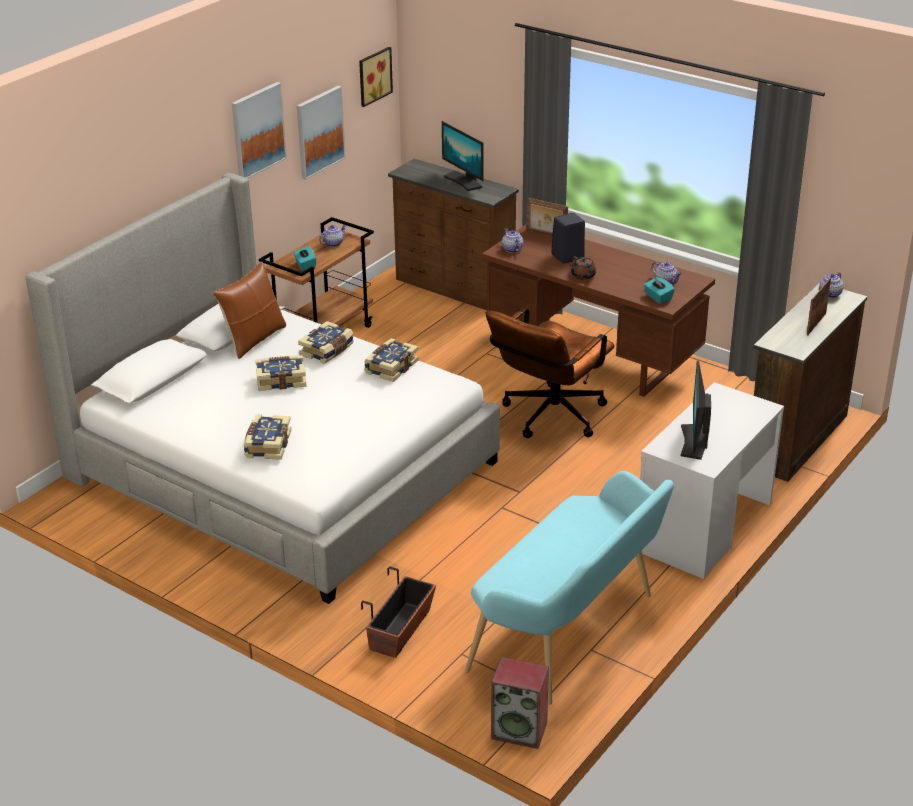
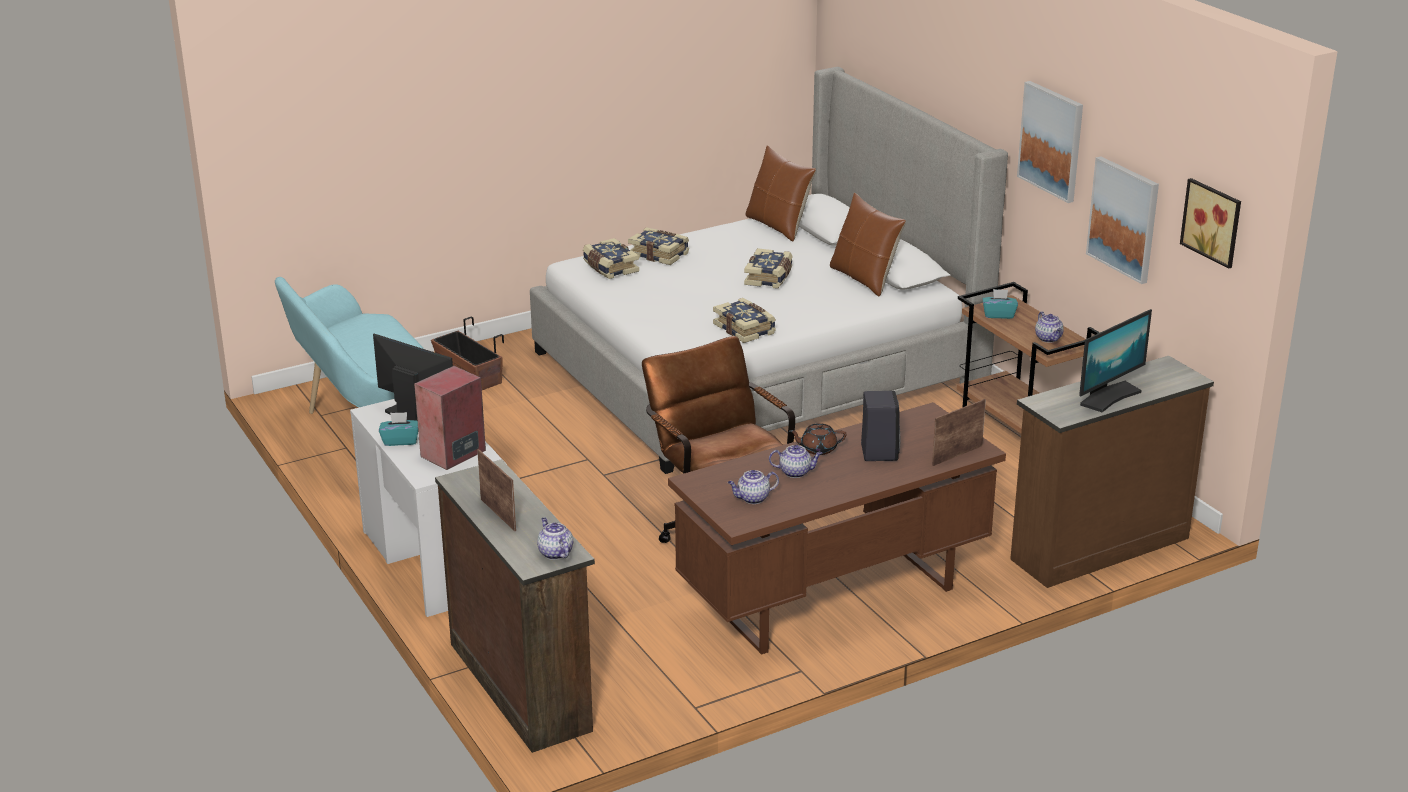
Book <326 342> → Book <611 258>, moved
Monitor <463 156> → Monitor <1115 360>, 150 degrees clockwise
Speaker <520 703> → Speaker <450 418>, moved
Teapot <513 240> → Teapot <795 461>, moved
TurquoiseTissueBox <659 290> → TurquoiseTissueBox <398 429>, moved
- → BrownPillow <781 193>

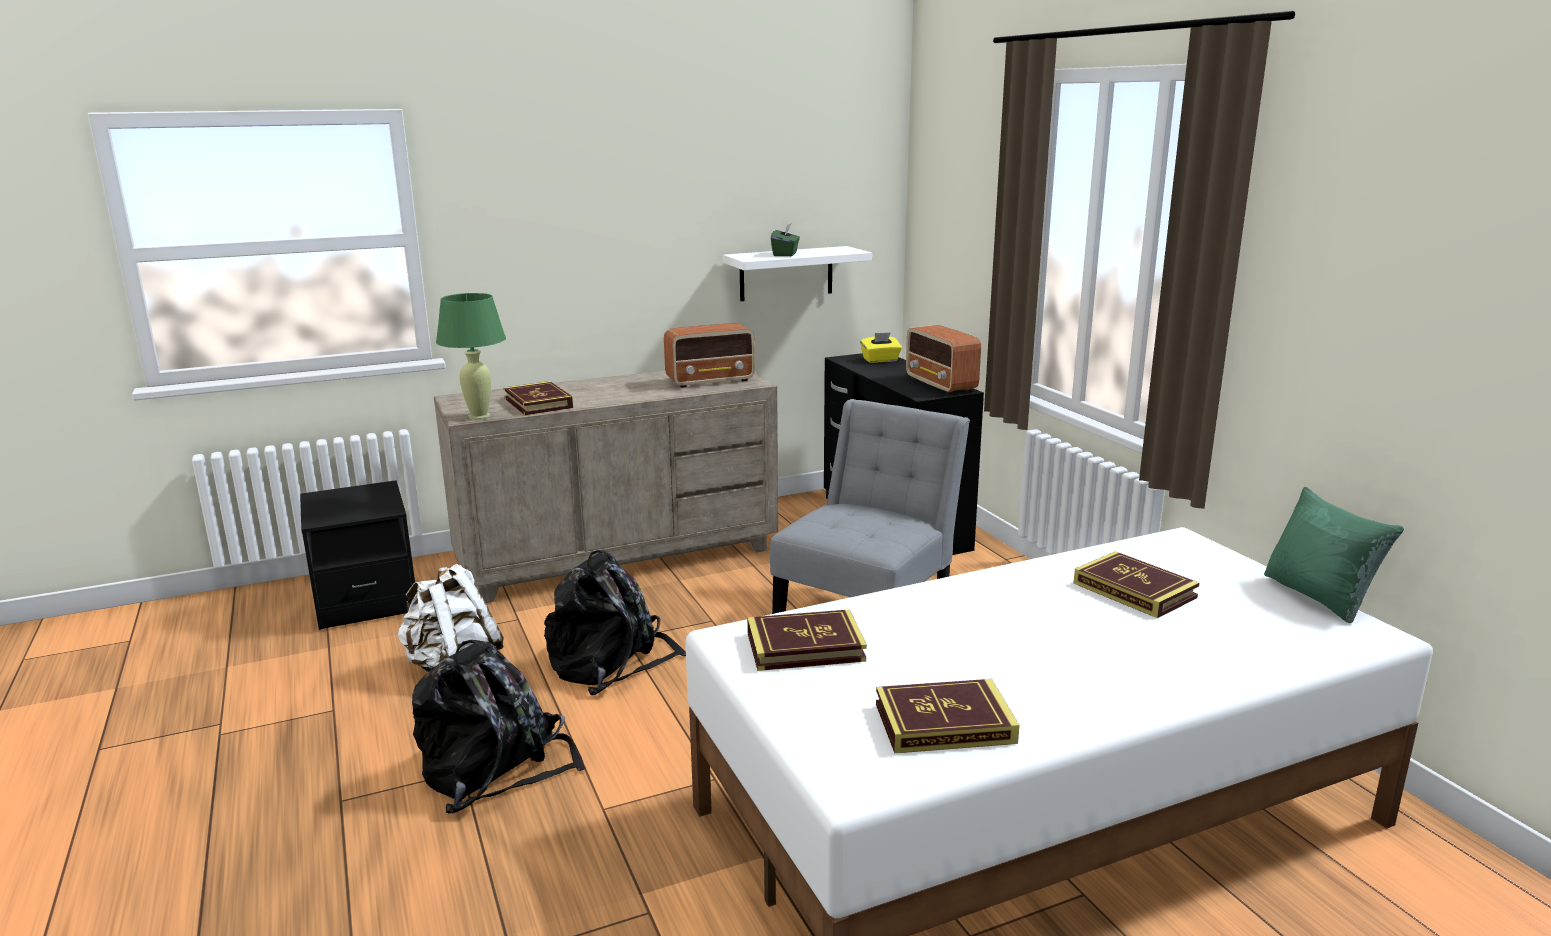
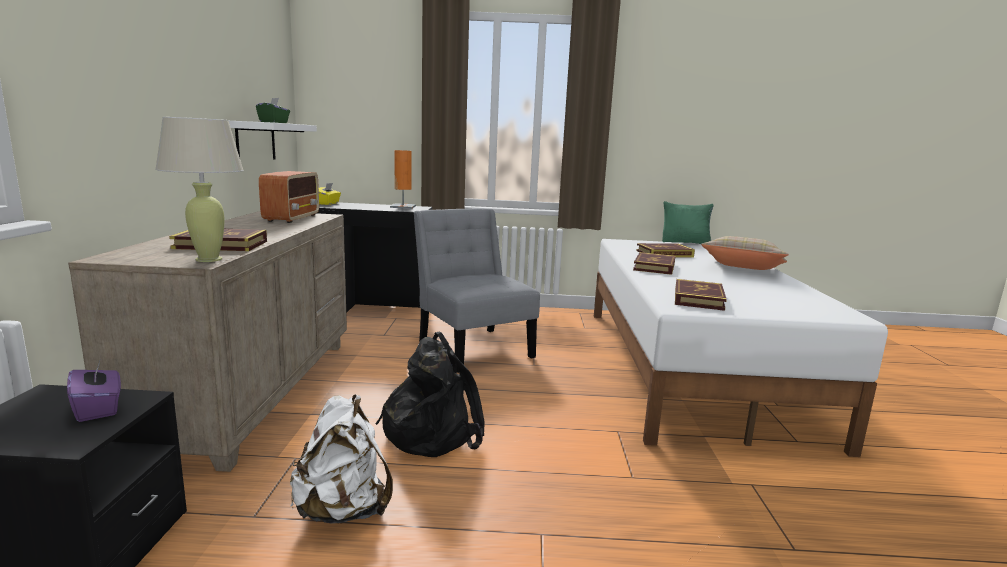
BlackBackpack <499 727> → -
GreenTableLamp <471 356> → BeigeTableLamp <199 189>
Book <947 716> → Book <654 263>, moved
Radio <943 359> → OrangeTableLamp <403 179>
- → PurpleTissueBox <94 390>
- → BeigePillow <745 253>

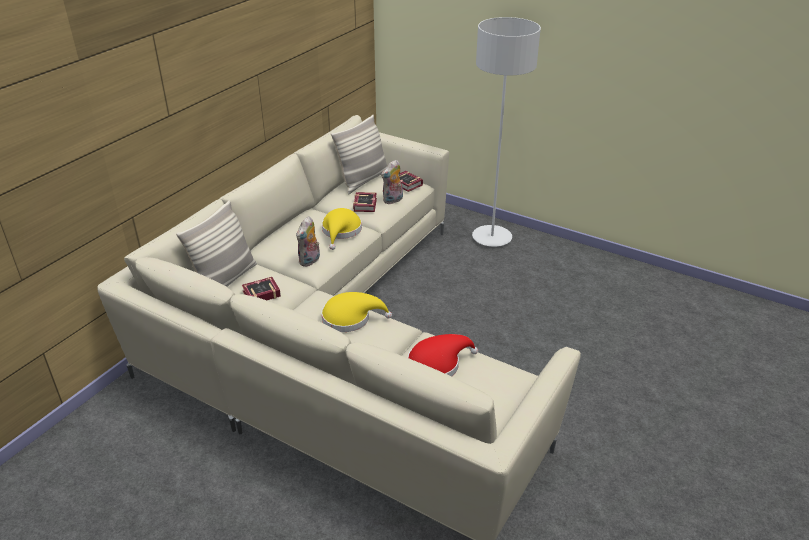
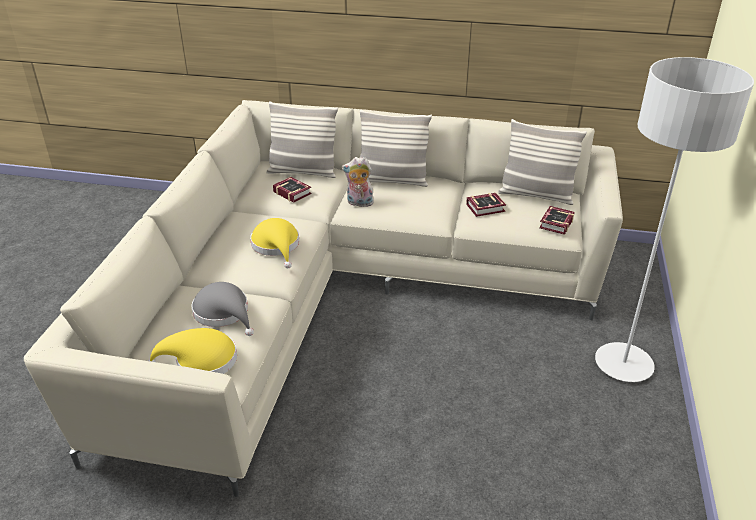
YellowHat <342 229> → YellowHat <192 351>, moved
PlushToy <392 181> → -
RedHat <443 355> → GreyHat <222 309>
- → Pillow <396 148>

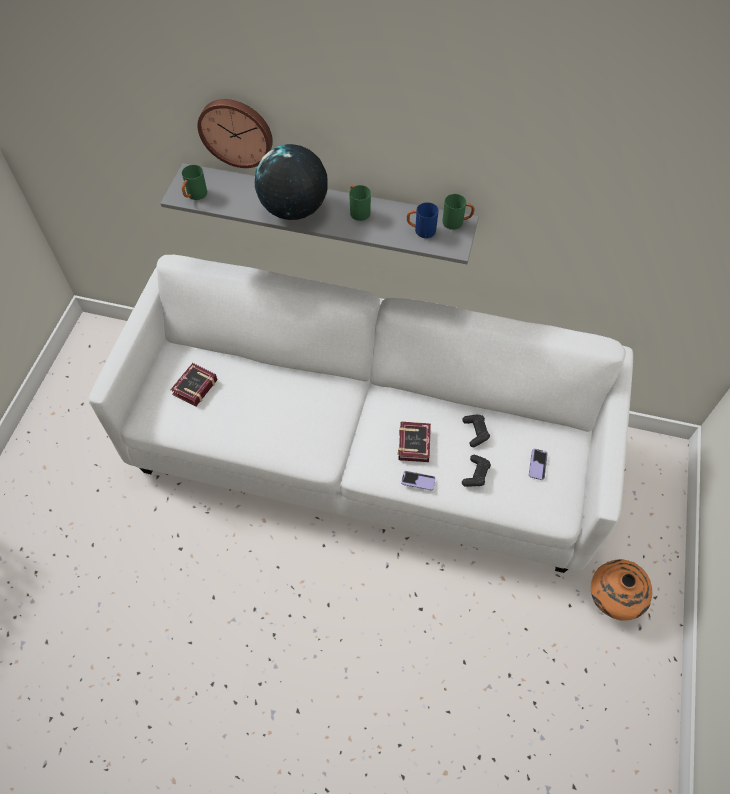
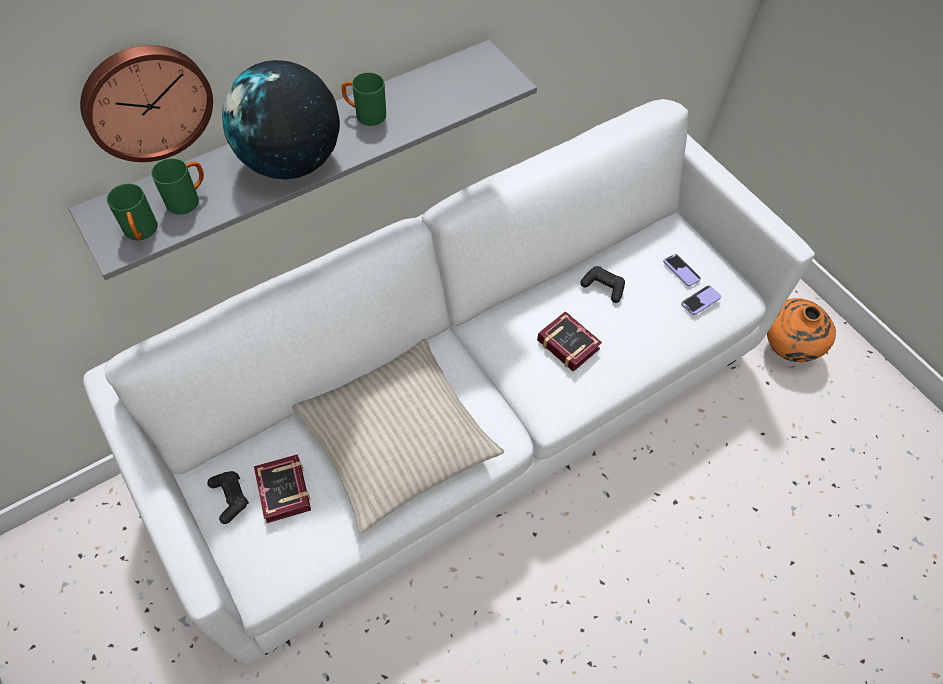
Phone <418 480> → Phone <701 300>, moved
BlueMug <423 220> → -
GreenMug <458 212> → GreenMug <177 186>, moved
BlackGameController <476 471> → BlackGameController <228 497>, moved
- → BeigePillow <398 436>

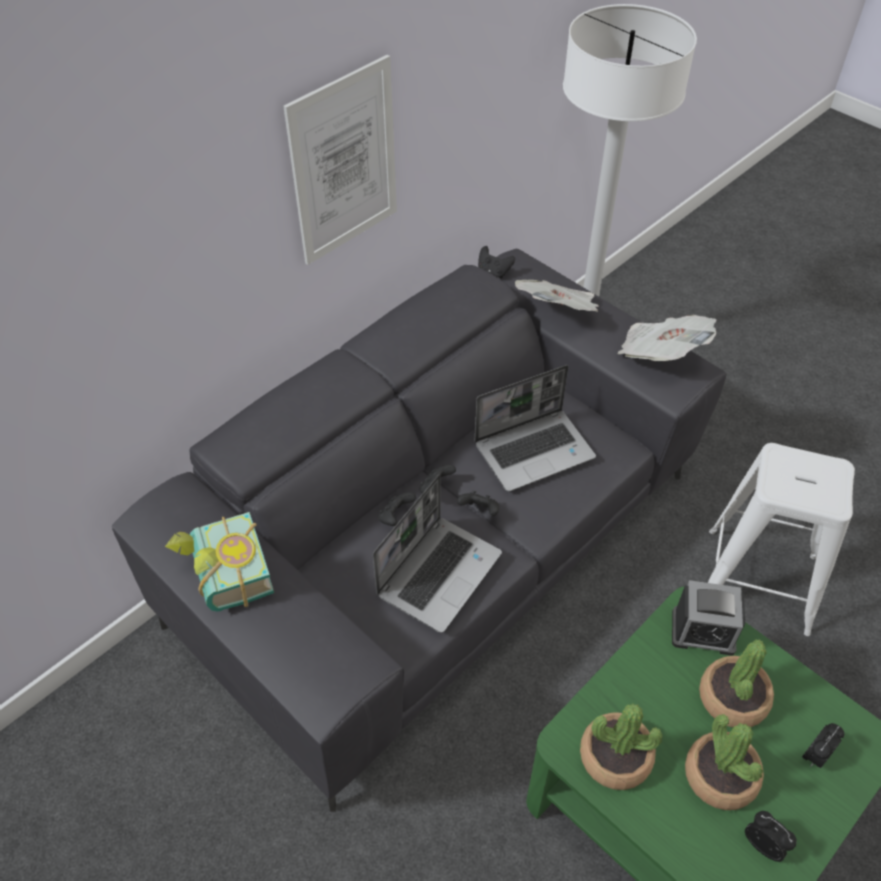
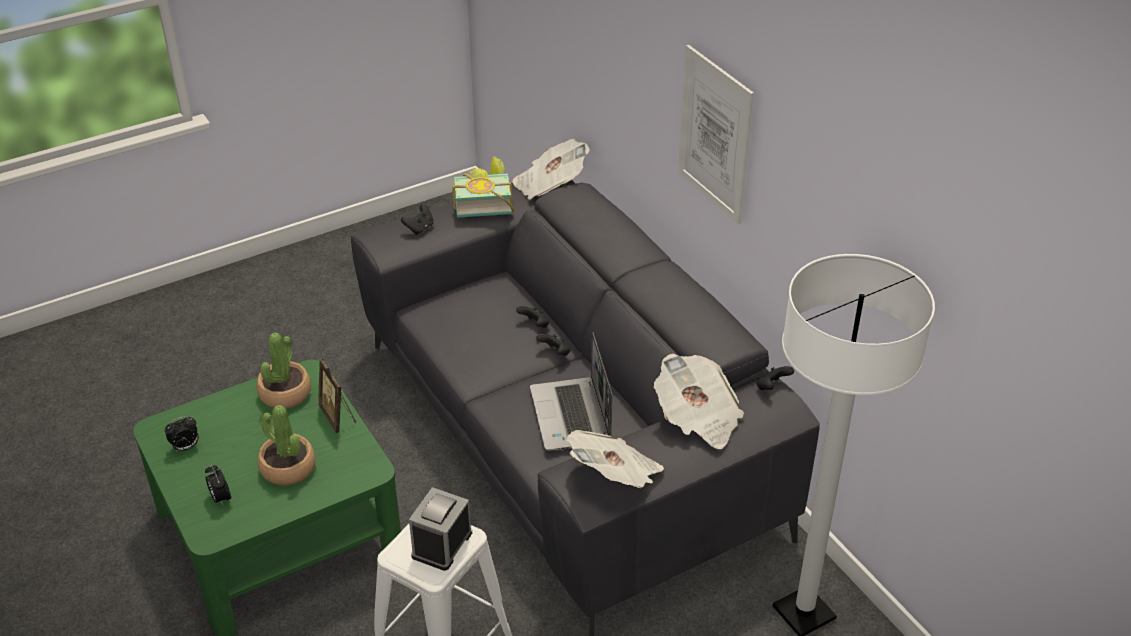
Laptop <437 554> → -
BlackGameController <478 503> → BlackGameController <417 219>, moved
AlarmClock <708 618> → AlarmClock <440 529>, moved
PottedPlant <724 762> → -
- → PictureFrame <337 395>
- → Newspaper <551 169>

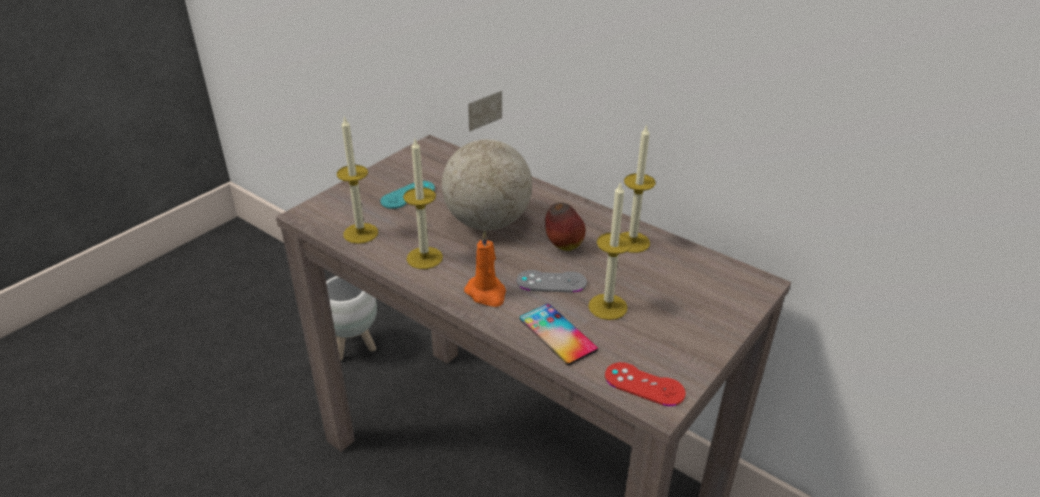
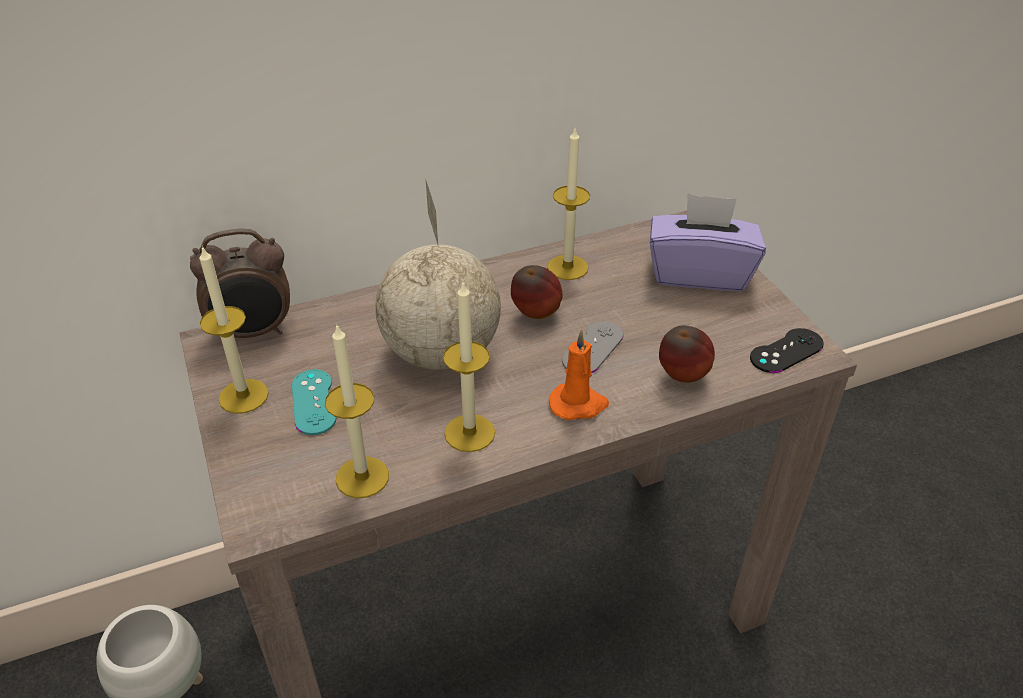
Phone <559 334> → Apple <687 354>
Candle <610 250> → Candle <234 330>, moved
RedGameController <645 384> → BlackGameController <787 350>
- → AlarmClock <240 283>
- → PurpleTissueBox <708 242>

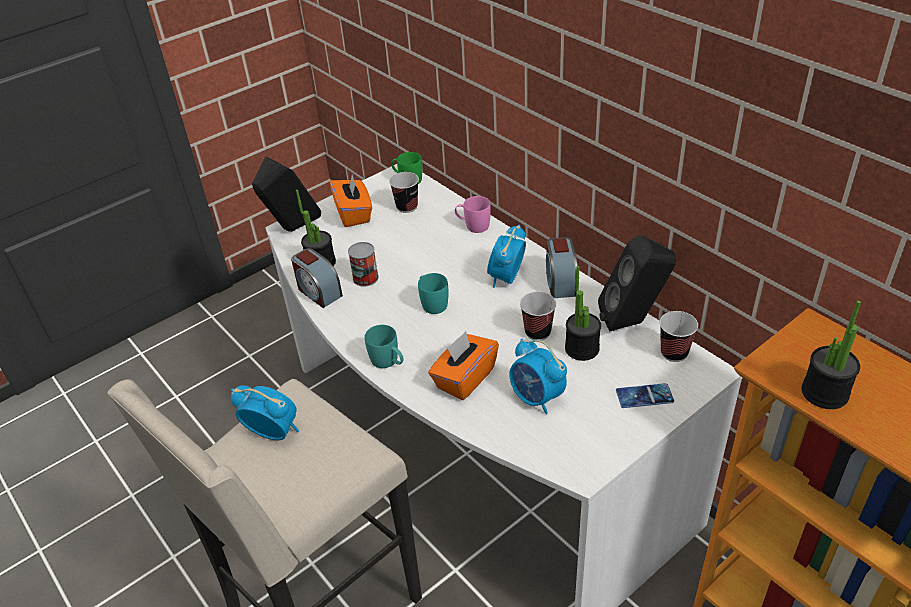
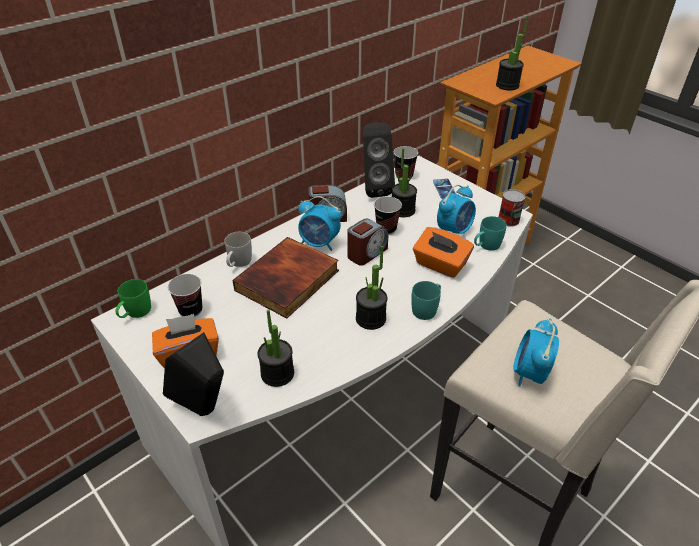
AlarmClock <317 278> → AlarmClock <367 242>, moved
Can <363 264> → Can <512 208>, moved
TurquoiseMug <433 293> → TurquoiseMug <490 233>, moved
PinkMug <473 214> → WhiteMug <238 249>
- → Book <285 278>
- → PottedPlant <371 288>

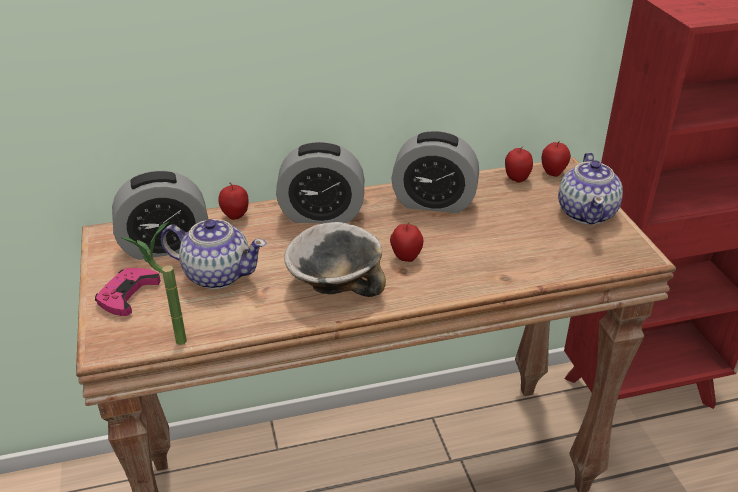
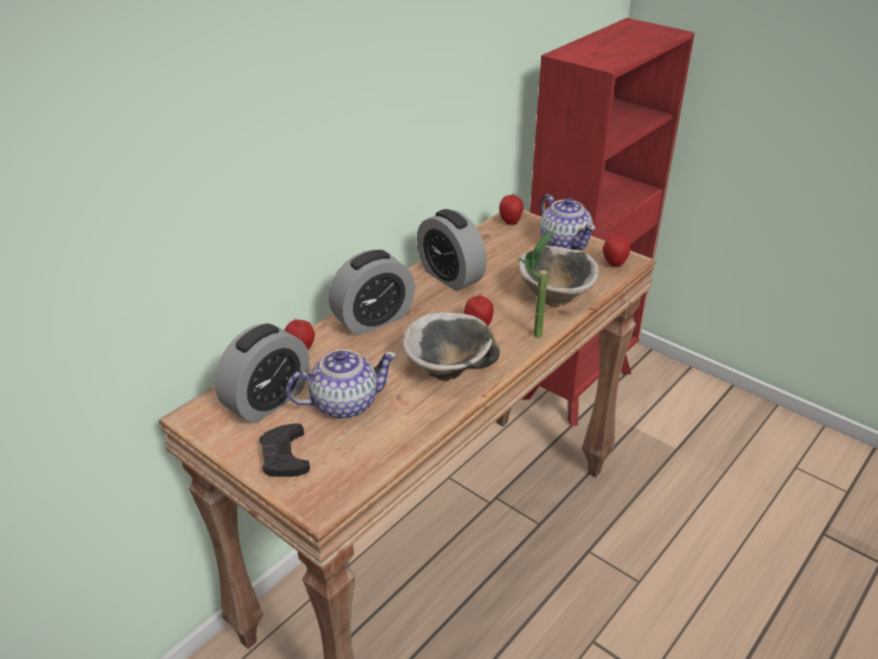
PinkGameController <127 292> → BlackGameController <285 450>
PottedPlant <154 283> → PottedPlant <536 284>, moved
AlarmClock <435 172> → AlarmClock <451 250>, 75 degrees clockwise
Apple <519 164> → Apple <616 250>, moved
- → Bowl <559 276>

